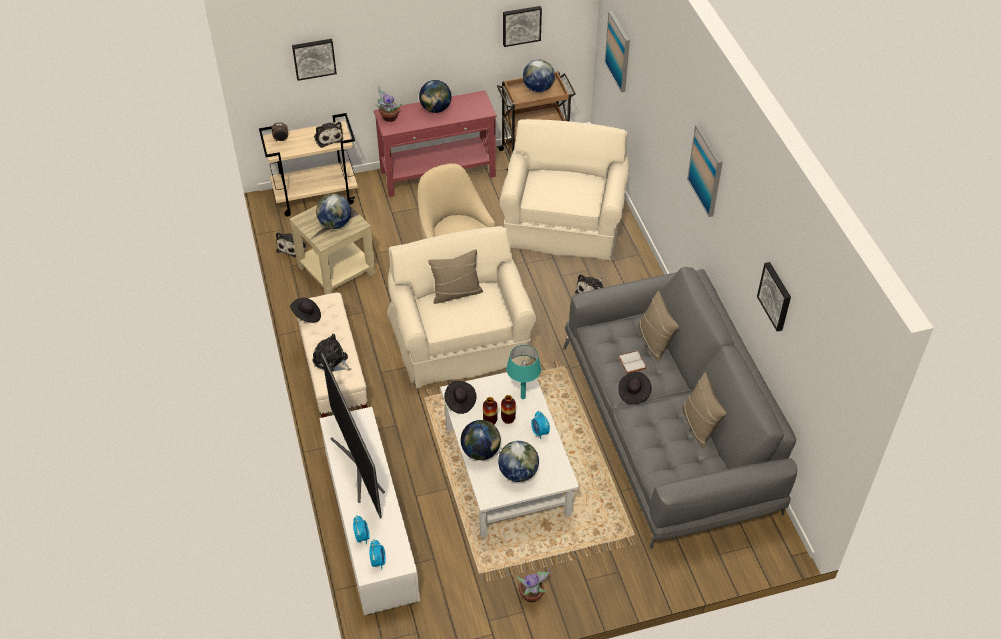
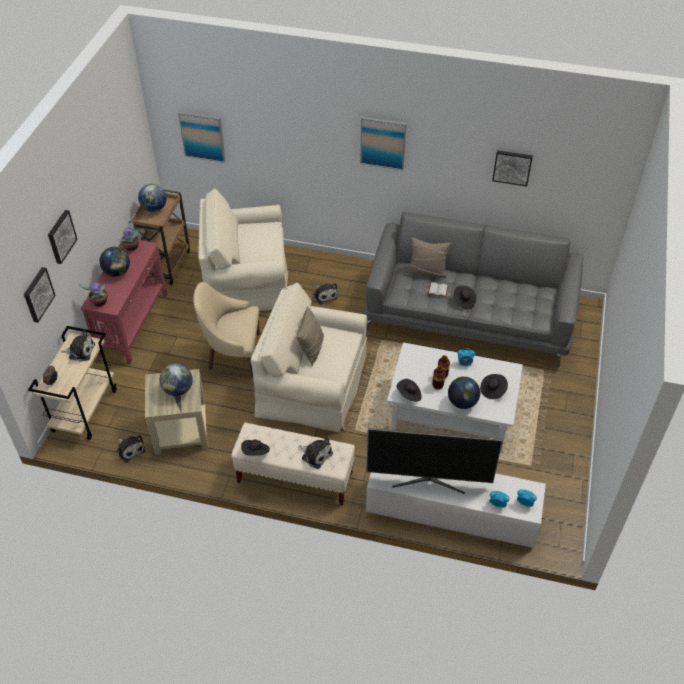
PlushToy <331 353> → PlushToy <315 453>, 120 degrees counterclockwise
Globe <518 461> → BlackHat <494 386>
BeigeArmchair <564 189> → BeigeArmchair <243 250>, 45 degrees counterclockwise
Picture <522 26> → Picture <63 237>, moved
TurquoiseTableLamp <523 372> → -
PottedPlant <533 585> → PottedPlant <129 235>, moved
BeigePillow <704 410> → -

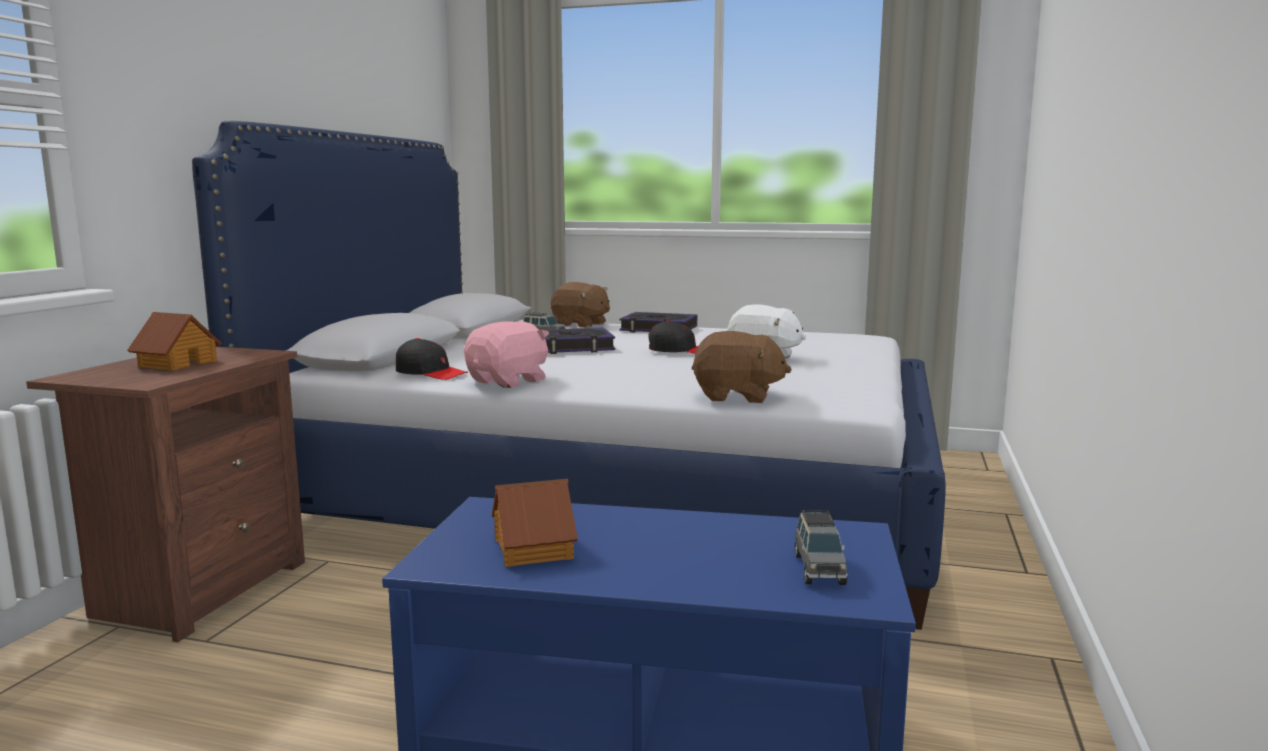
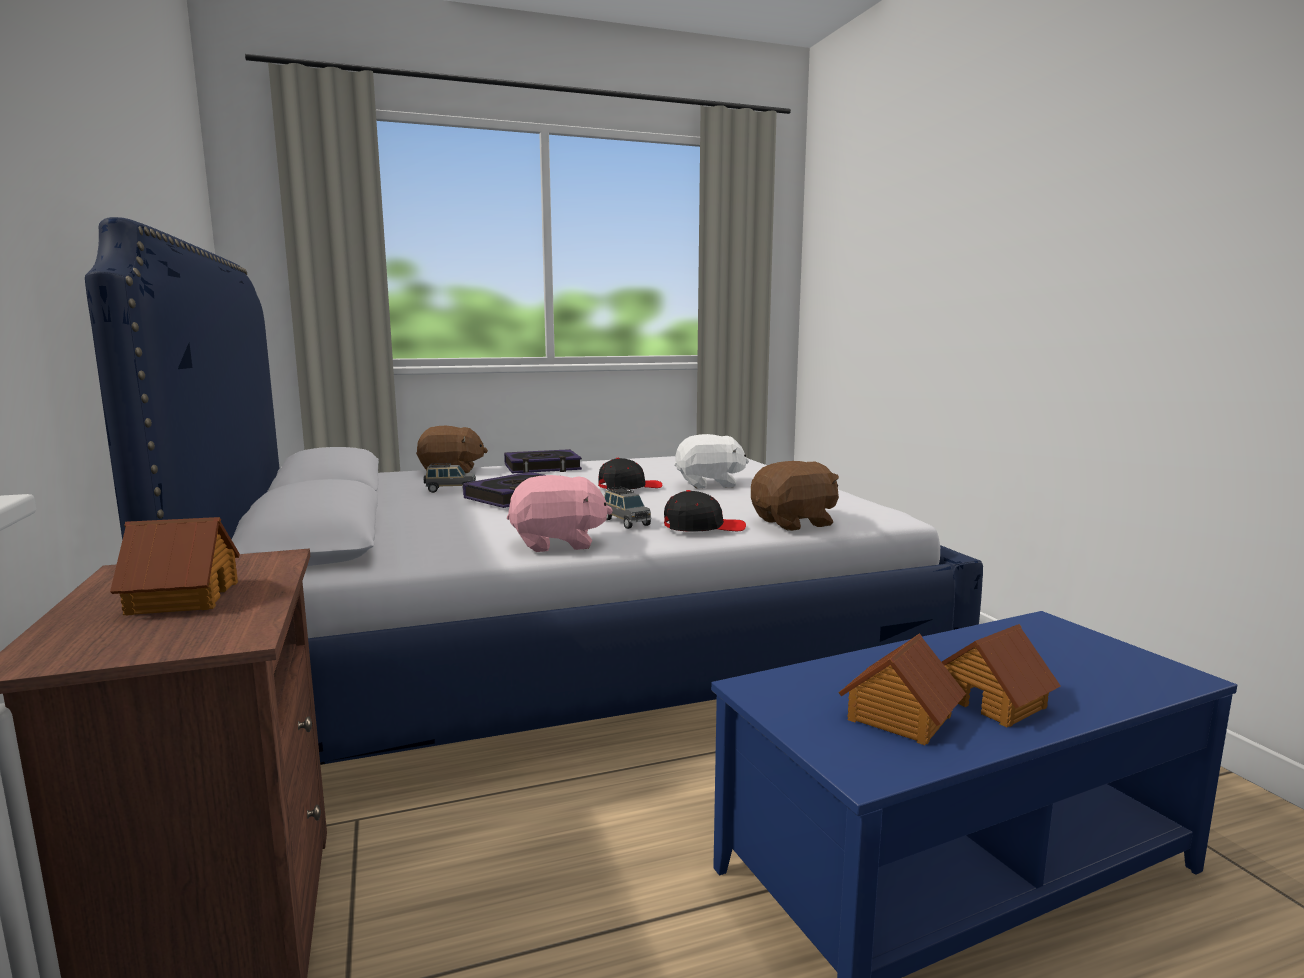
BlackCap <432 359> → BlackCap <705 511>, moved
PinkPlushToy <506 354> → PinkPlushToy <560 513>, 75 degrees clockwise
GreyToyCar <821 547> → GreyToyCar <627 508>, moved
- → ToyHouse <1001 675>

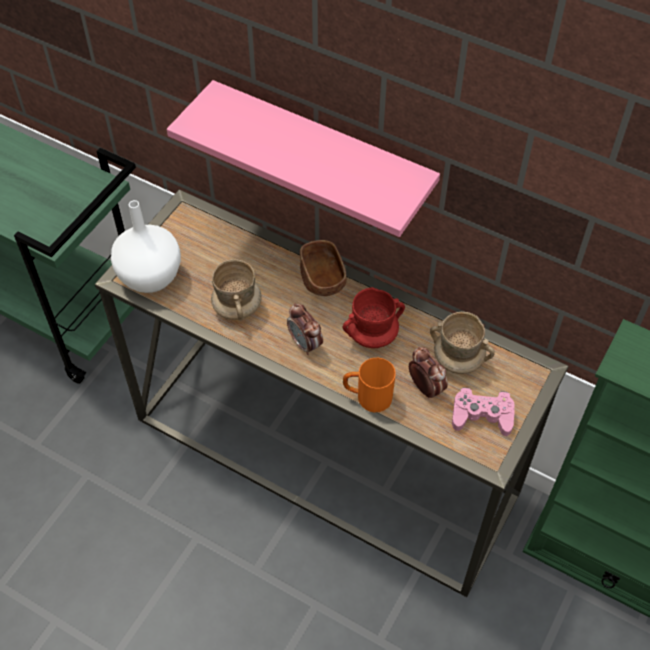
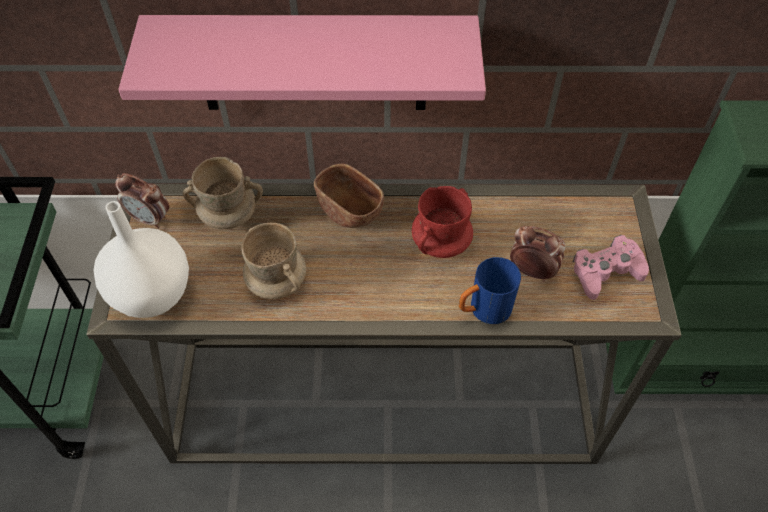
AlarmClock <305 329> → AlarmClock <142 201>, moved
OrangeMug <369 385> → BlueMug <490 290>
BeigeMug <462 343> → BeigeMug <223 193>, moved

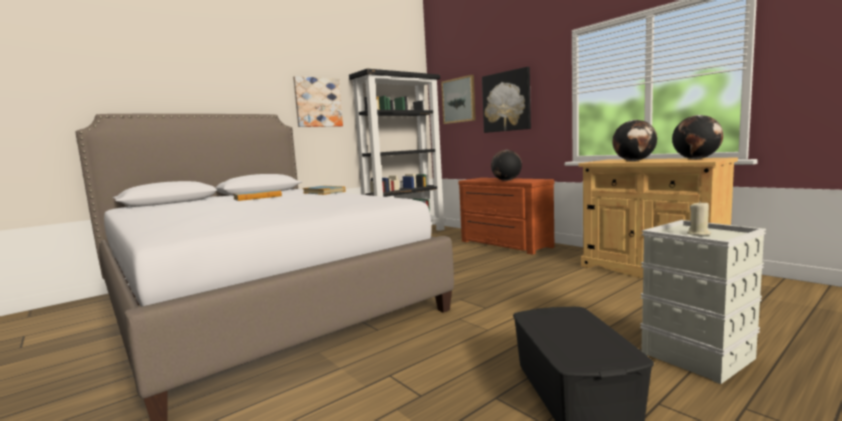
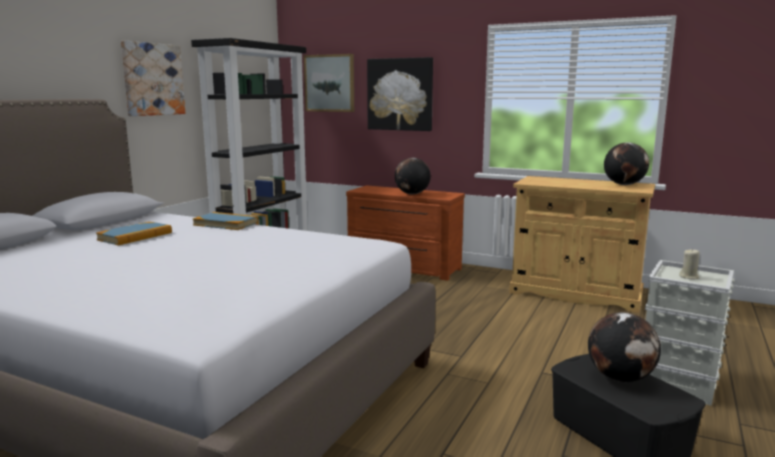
Globe <634 140> → Globe <624 347>, moved

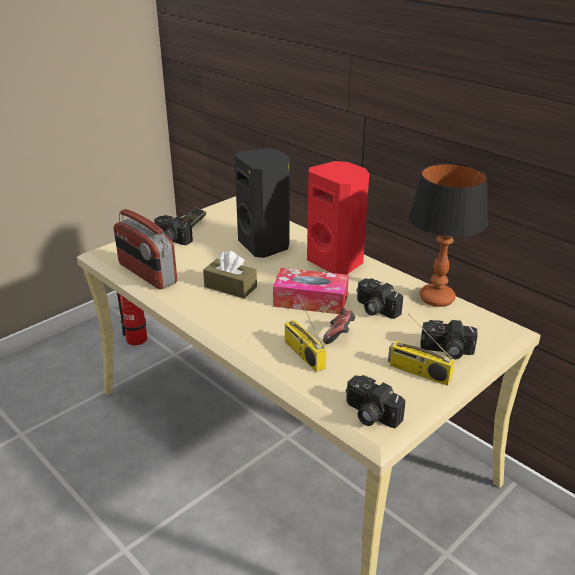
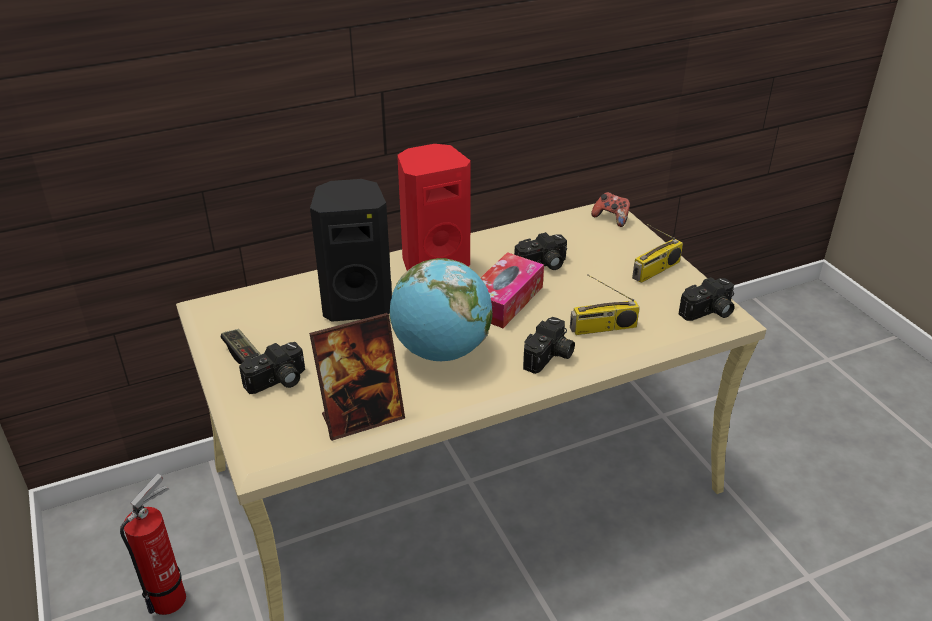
Radio <145 249> → PictureFrame <357 377>
BrownTissueBox <230 274> → Globe <441 309>
GameController <339 326> → GameController <610 209>, moved
TableLamp <448 235> → -
PhotoCamera <449 339> → PhotoCamera <549 345>, moved

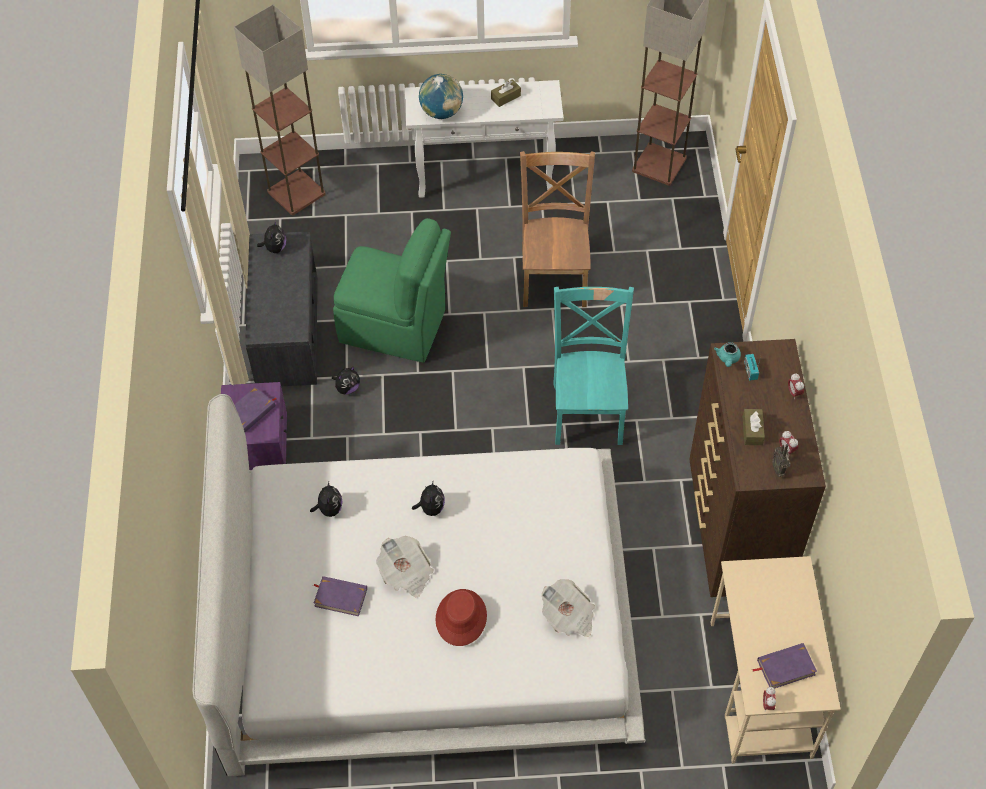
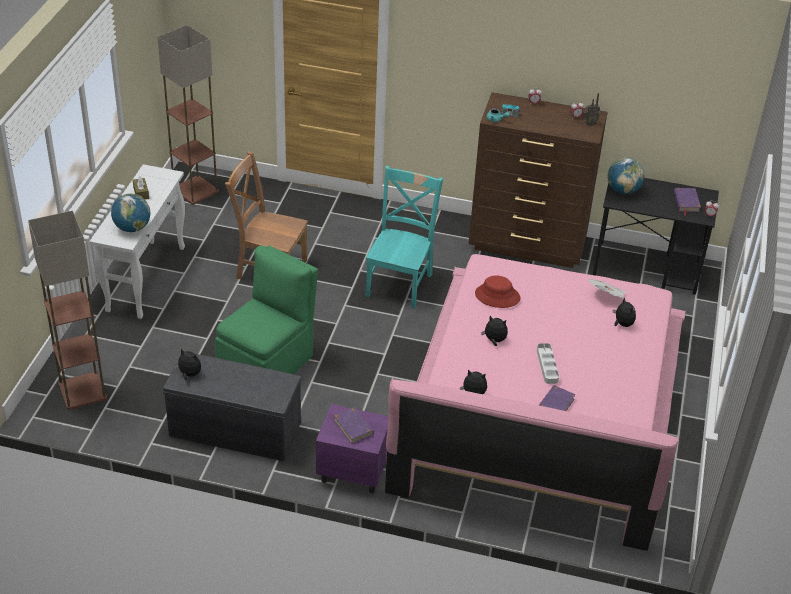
WhiteBed <419 585> → PinkBed <535 402>
PlushToy <346 380> → PlushToy <624 312>, moved
Newspaper <405 566> → GreyTray <548 363>
RedHat <461 617> → RedHat <497 291>, moved
TurquoiseChair <593 366> → TurquoiseChair <404 237>, 90 degrees clockwise
BeigeDesk <775 660> → BlackDesk <656 236>
BrownTissueBox <754 427> → -
- → Globe <626 176>

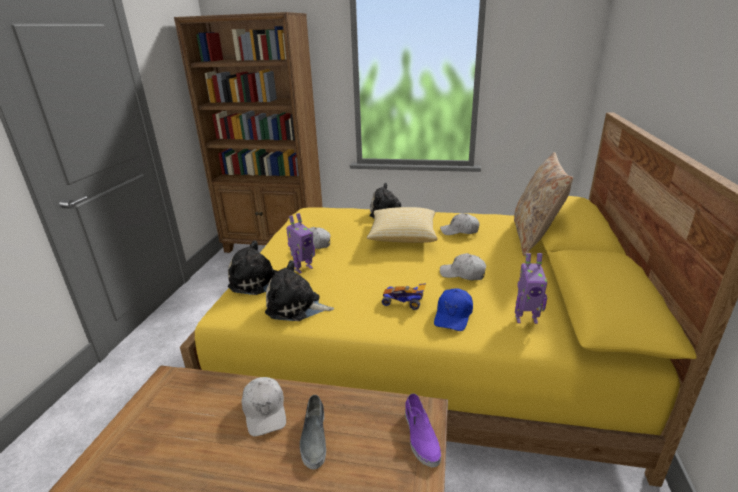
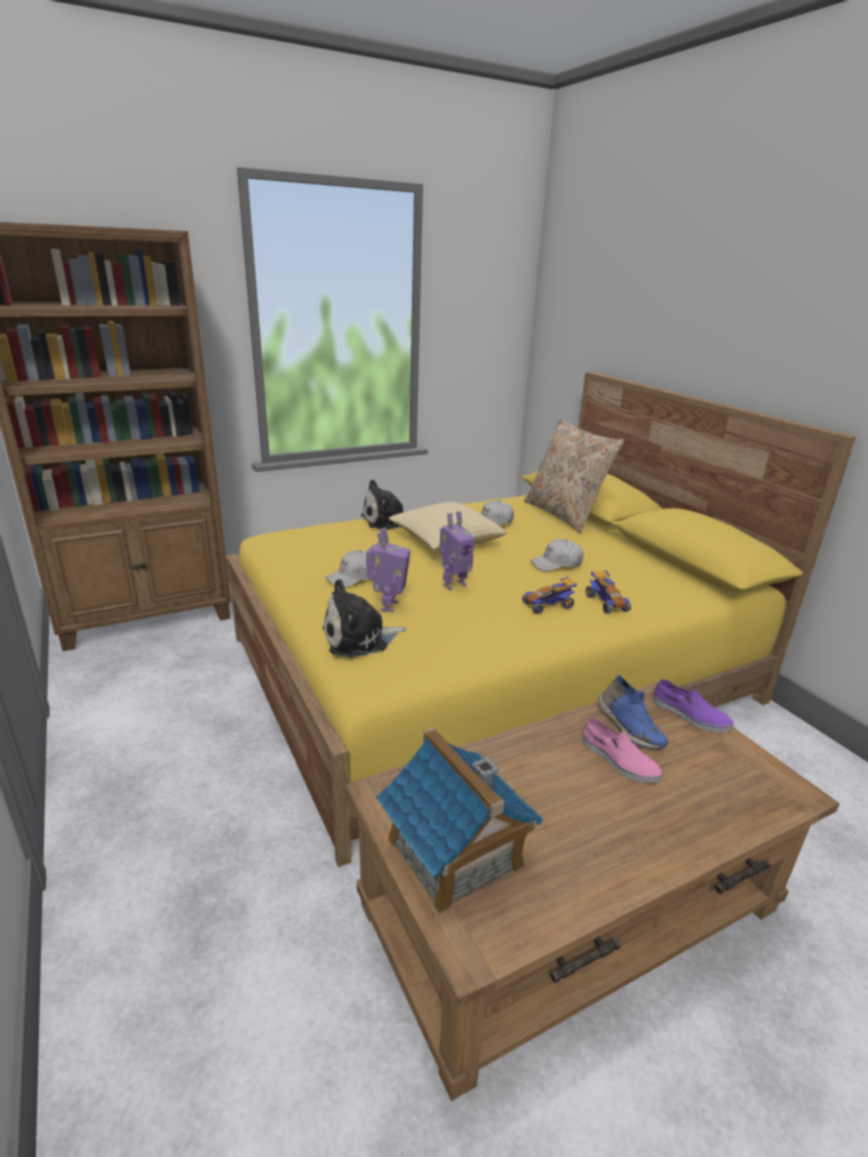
WhiteCap <264 407> → -
PlushToy <299 290> → -
GreyShoe <313 432> → PinkShoe <623 750>
BlueCap <453 309> → ToyCar <608 591>
ToyRobot <531 288> → ToyRobot <457 550>, moved
- → ToyHouse <460 820>
- → BlueShoe <633 712>

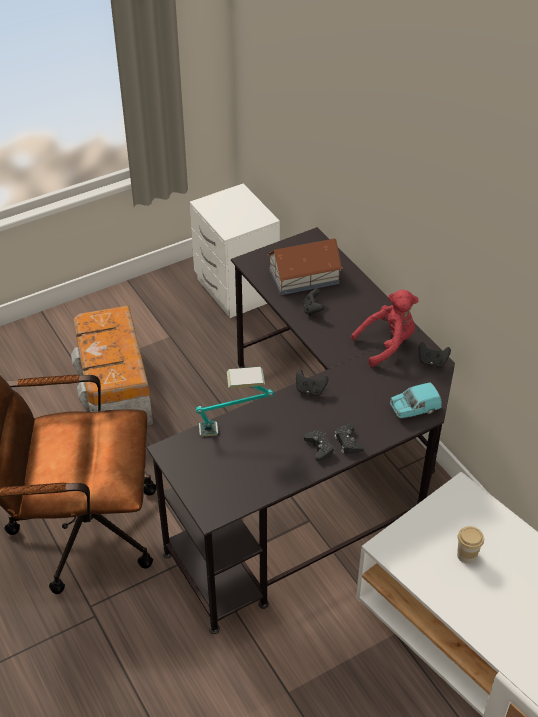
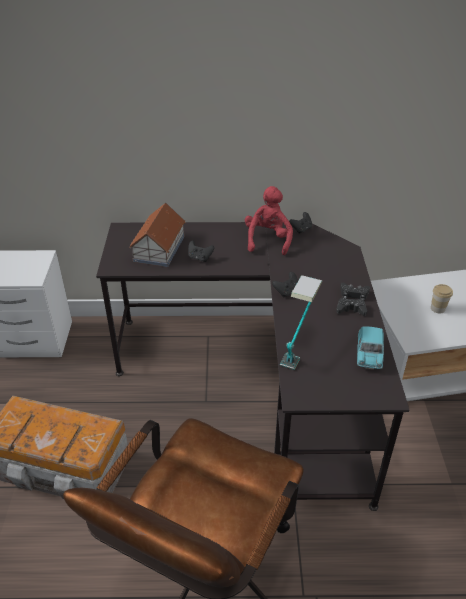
TurquoiseToyCar <416 400> → TurquoiseToyCar <370 347>, moved

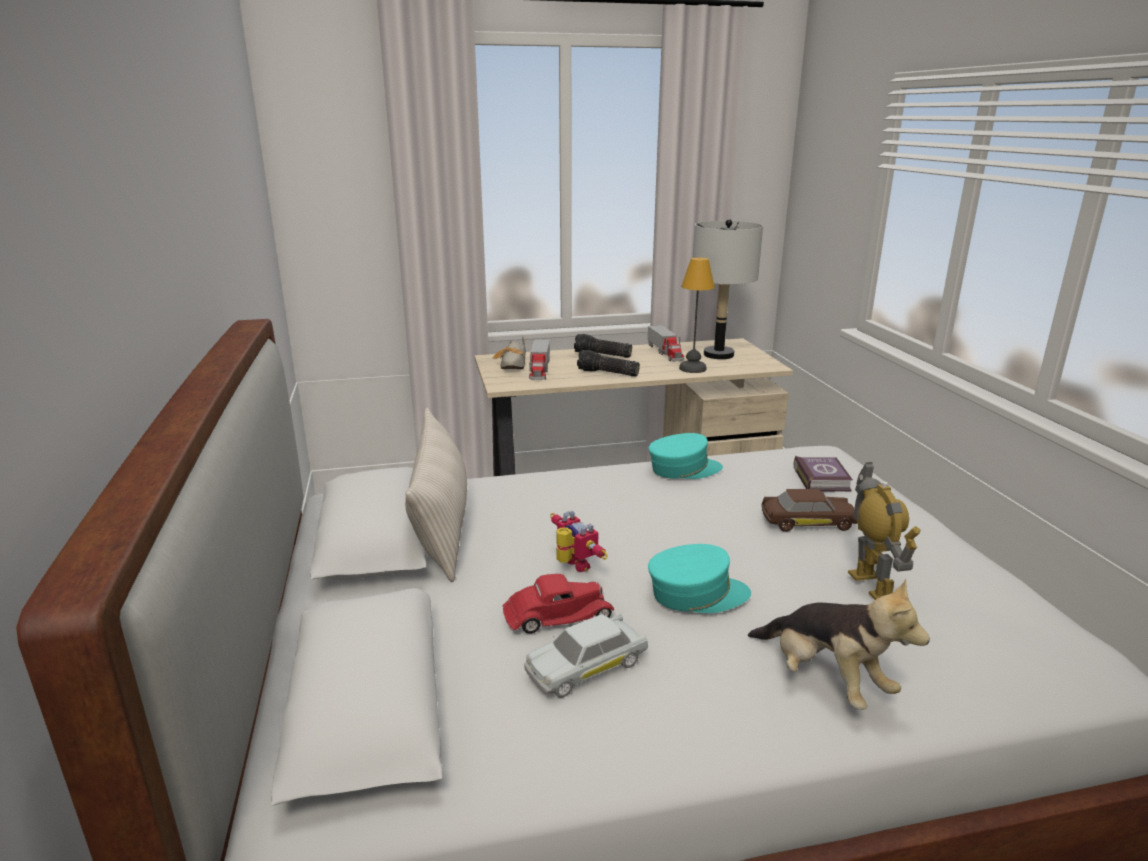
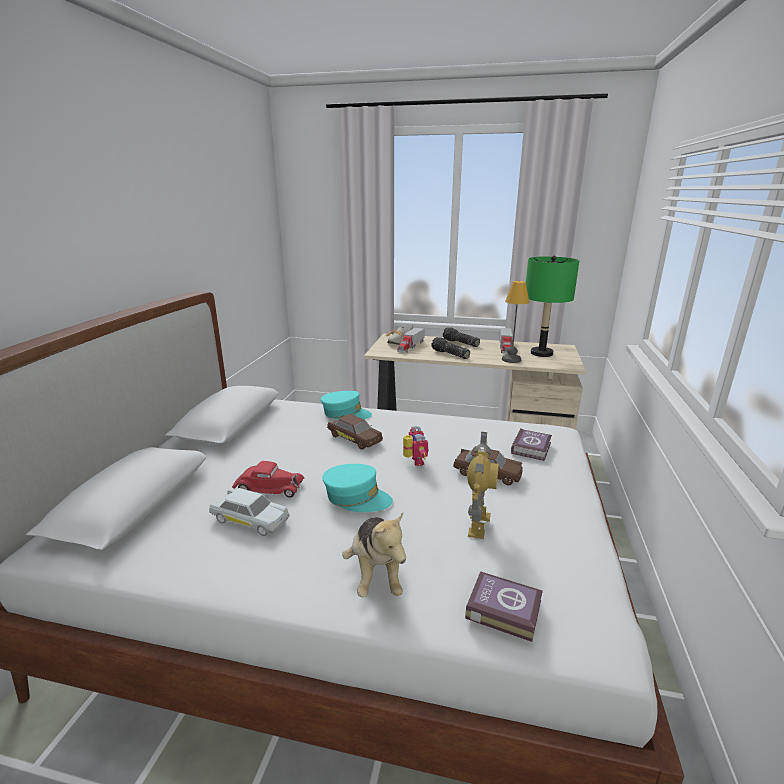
BeigePillow <436 495> → -
WhiteToyCar <586 656> → WhiteToyCar <249 512>, 150 degrees counterclockwise
ToyRobot <579 541> → ToyRobot <416 446>, moved
TurquoiseCap <686 456> → TurquoiseCap <346 405>, moved
GreyTableLamp <728 289> → GreenTableLamp <552 306>
- → BrownToyCar <355 432>
- → Book <504 606>

